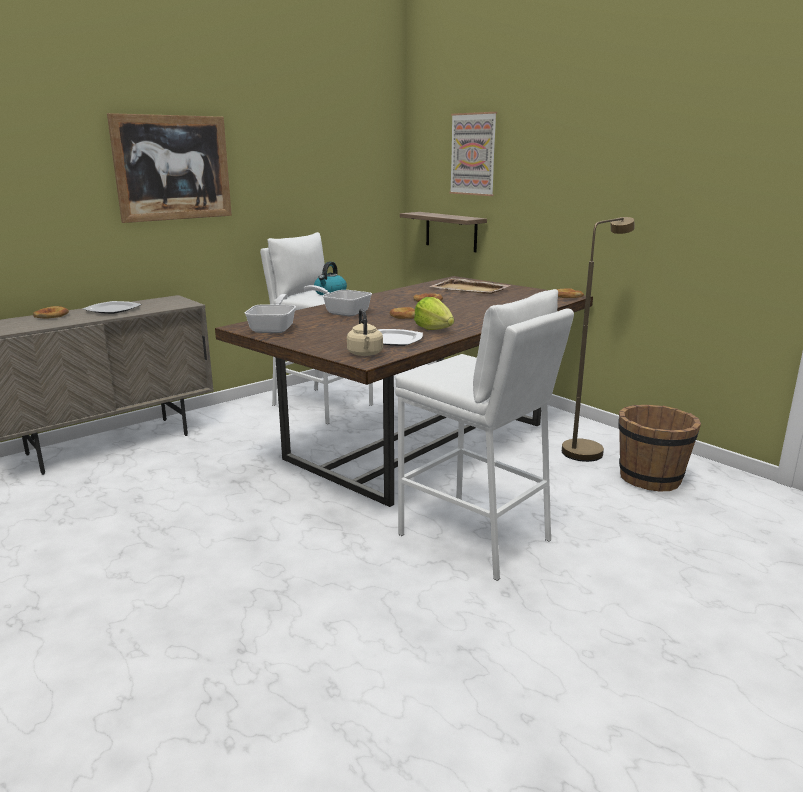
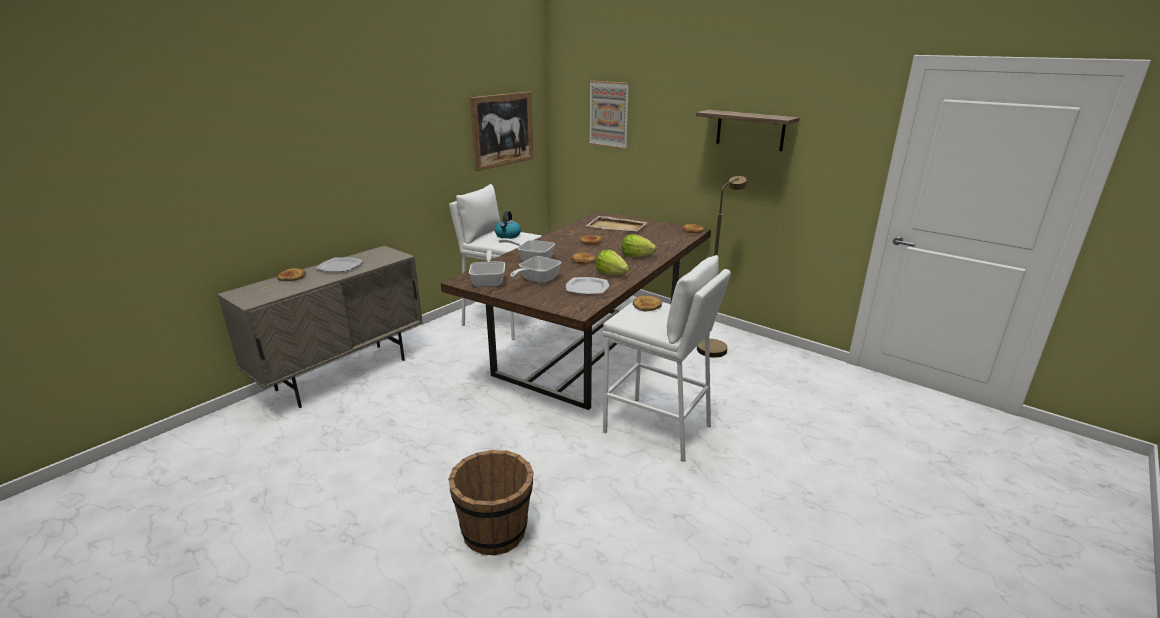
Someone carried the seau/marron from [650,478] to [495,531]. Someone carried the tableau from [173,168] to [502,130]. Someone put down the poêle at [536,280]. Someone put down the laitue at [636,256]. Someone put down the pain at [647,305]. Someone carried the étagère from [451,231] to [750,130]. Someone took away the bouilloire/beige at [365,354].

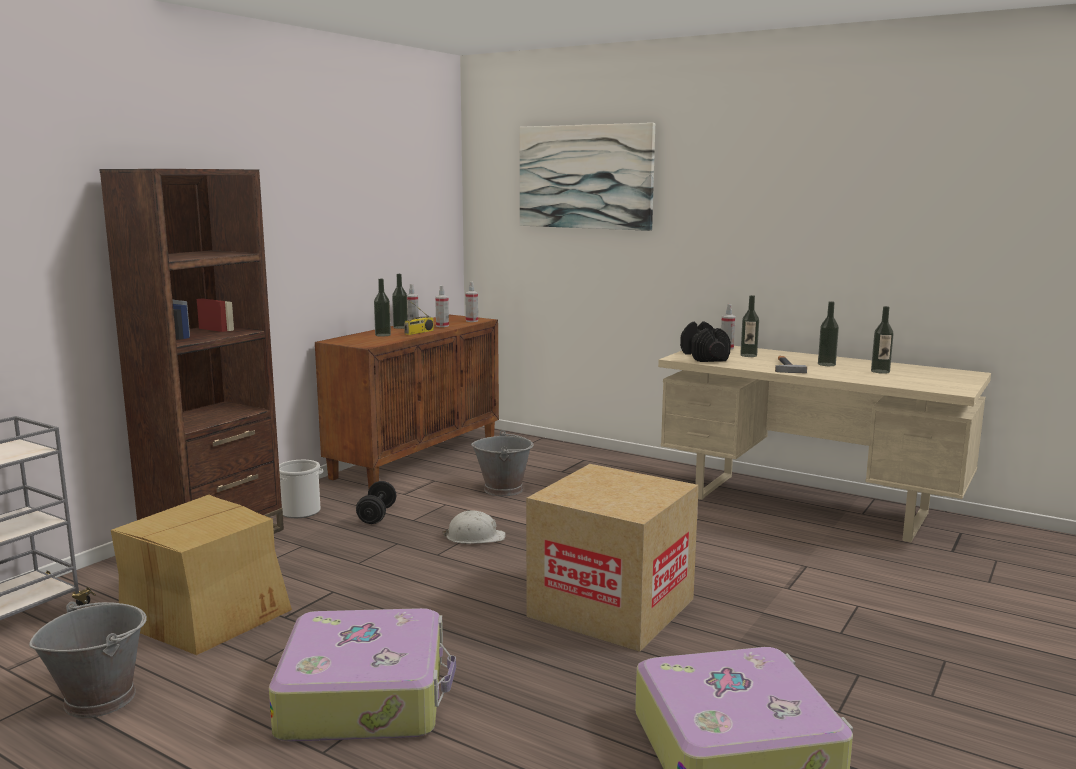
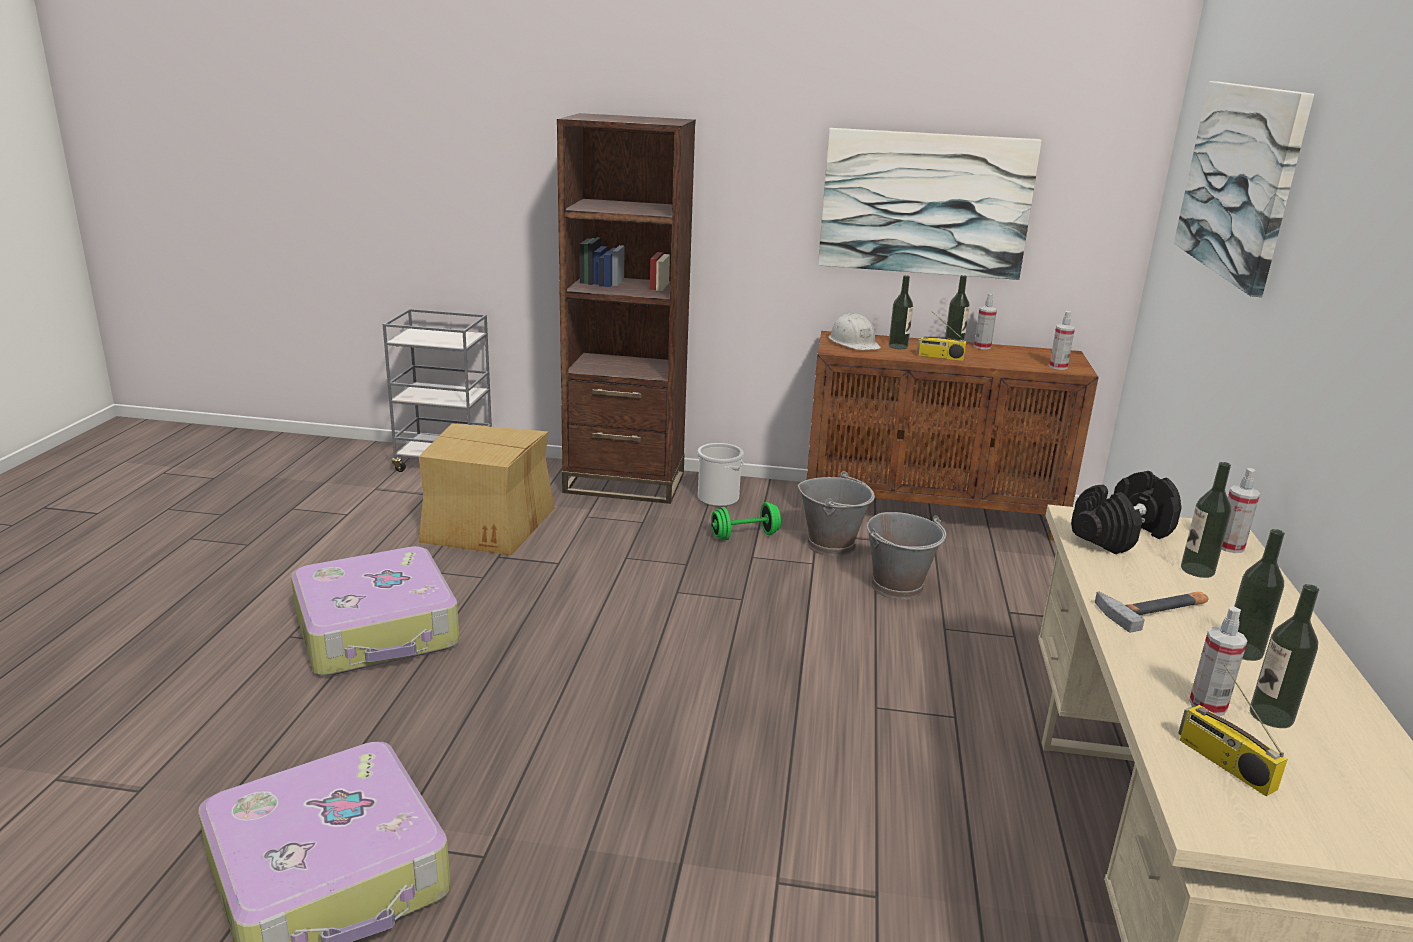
Someone repainted the haltère/noir at [377,515], which became the haltère/vert at [745,536]. Someone carried the seau/gris from [100,698] to [831,545]. Someone put up the tableau at [925,203]. Someone carried the casque de chantier/blanc from [475,537] to [854,343]. Someone put down the radio at [1223,763]. Someone carried the vaporisateur from [442,326] to [1207,705]. Someone took away the carton at [611,607].

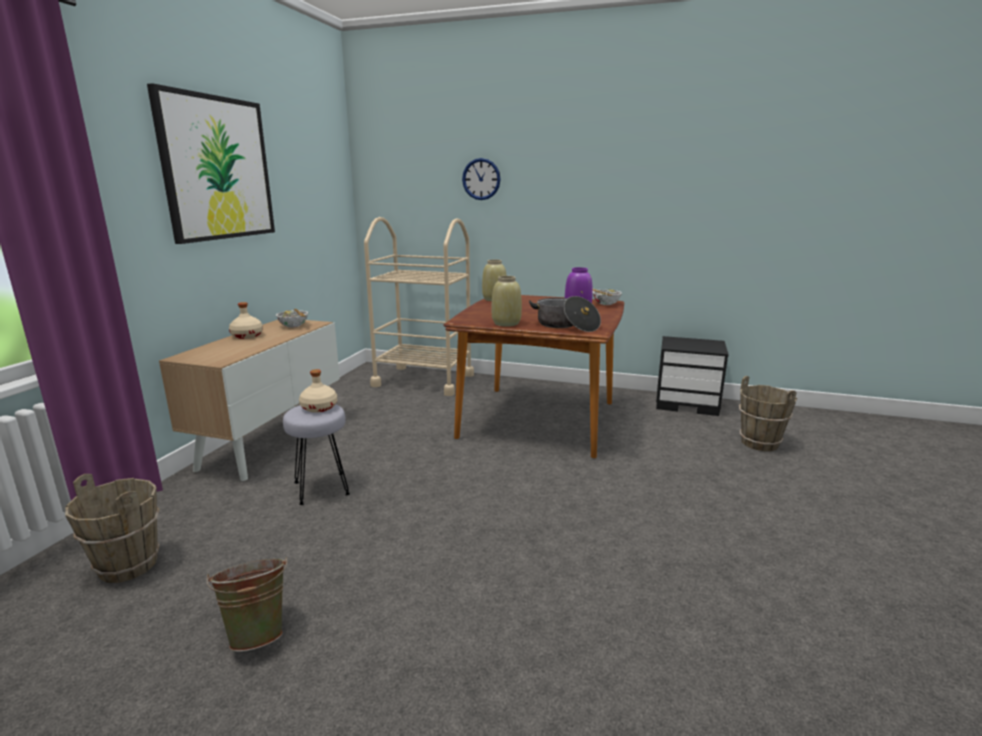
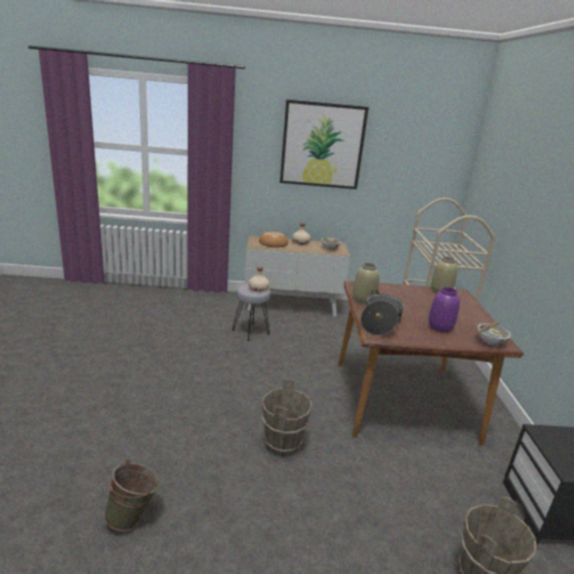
Someone carried the seau/vert from [258,633] to [134,517]. Someone put down the pain at [273,243]. Someone carried the seau/marron from [129,565] to [283,444]. Someone took away the horloge murale at [481,179].

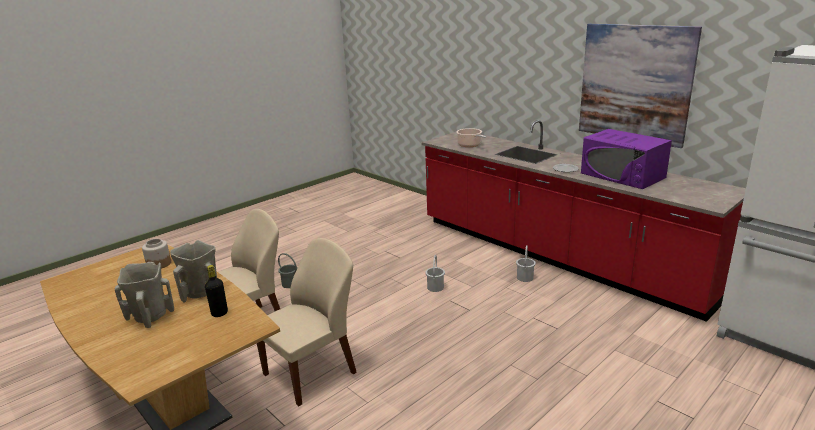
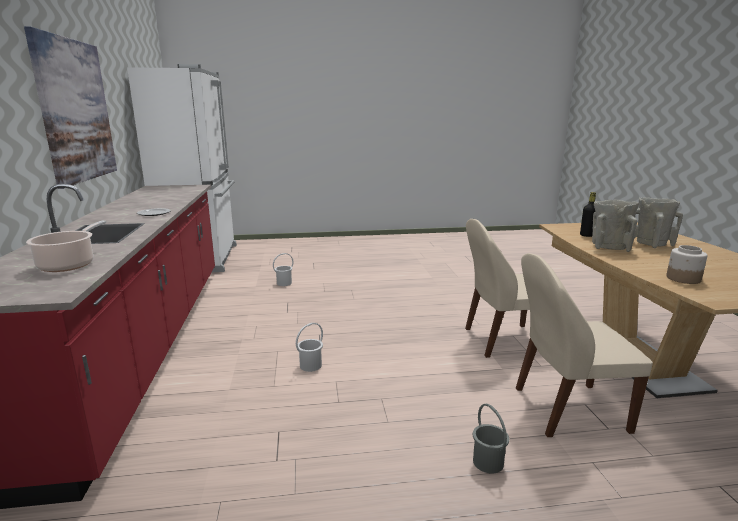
Someone carried the seau/blanc from [525,277] to [284,283]. Someone took away the micro-ondes/violet at [622,175].

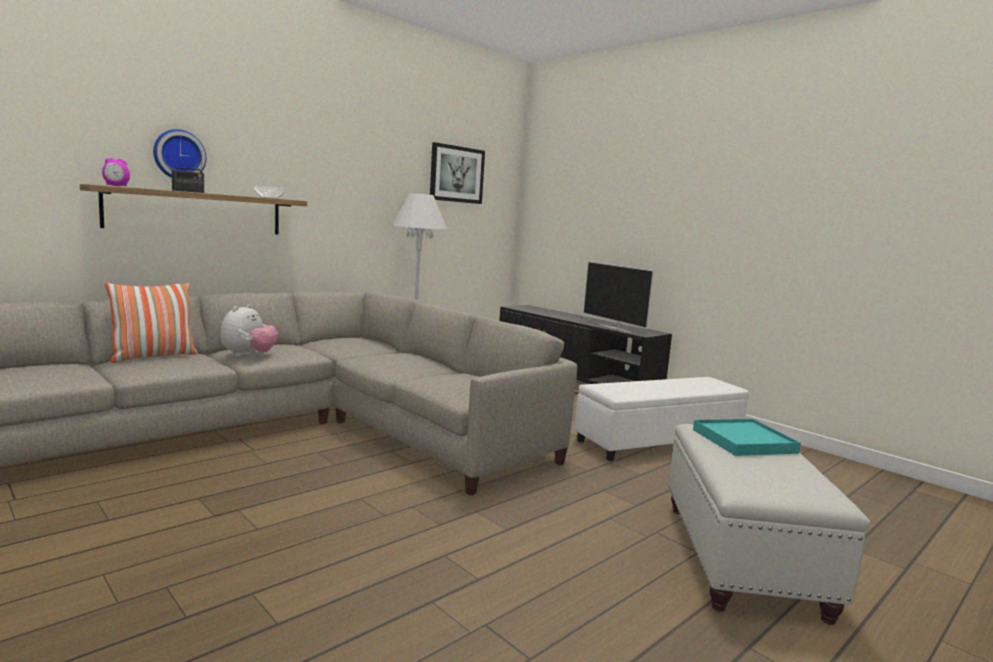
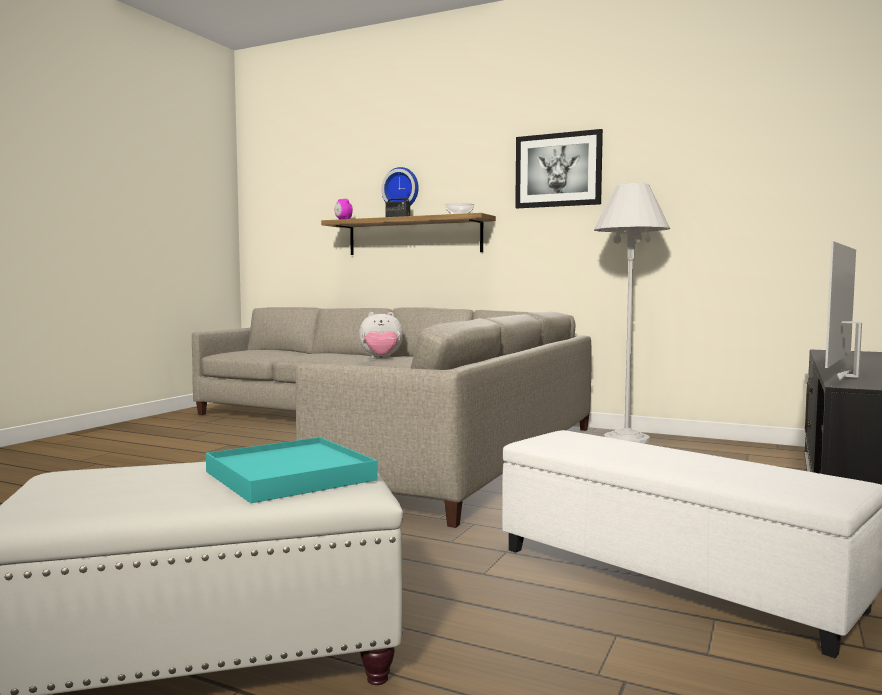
Someone carried the tableau from [456,174] to [558,170]. Someone took away the coussin at [153,357].

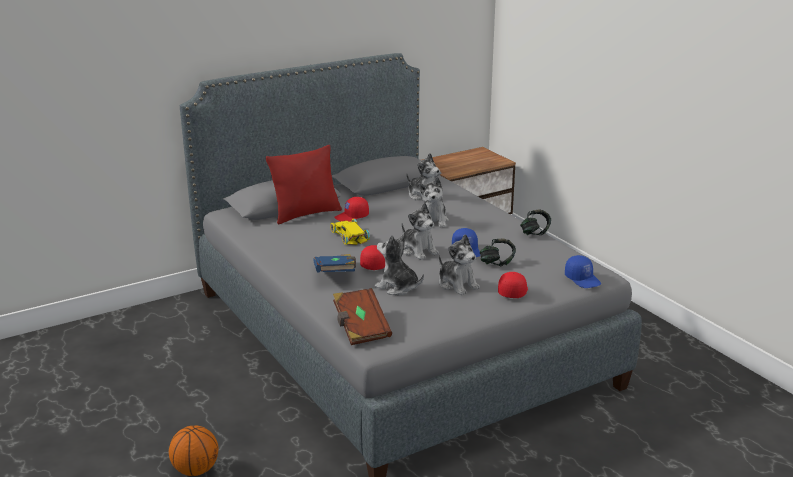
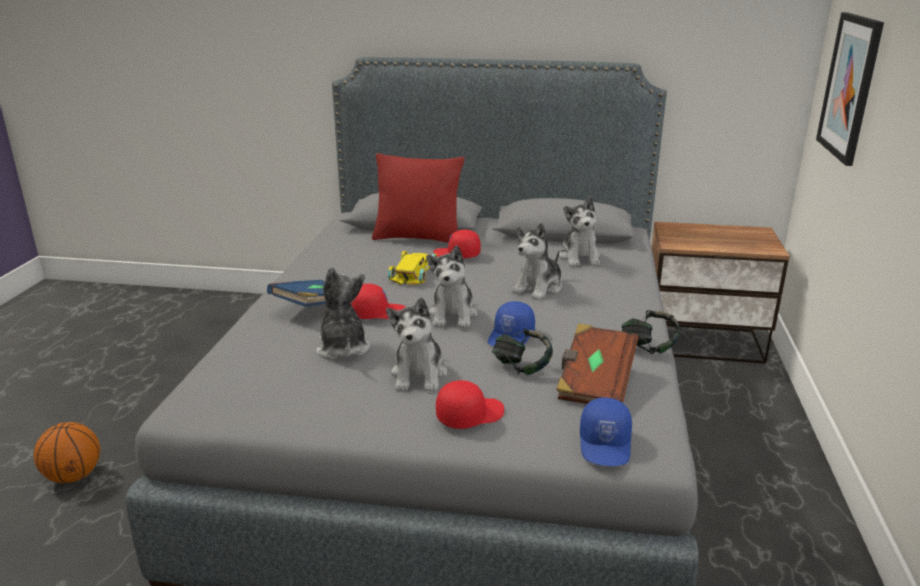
Someone carried the livre/marron from [360,328] to [594,383]. Someone put up the tableau at [850,87].

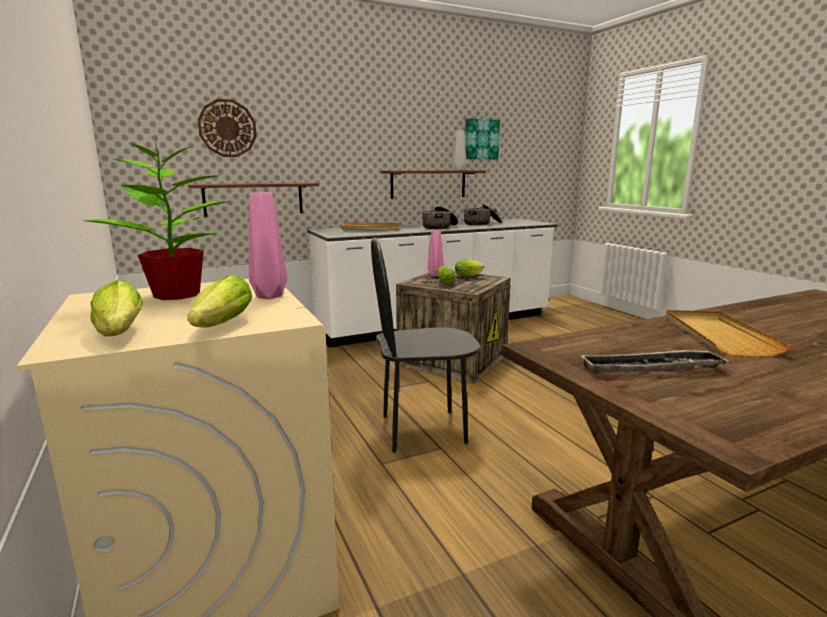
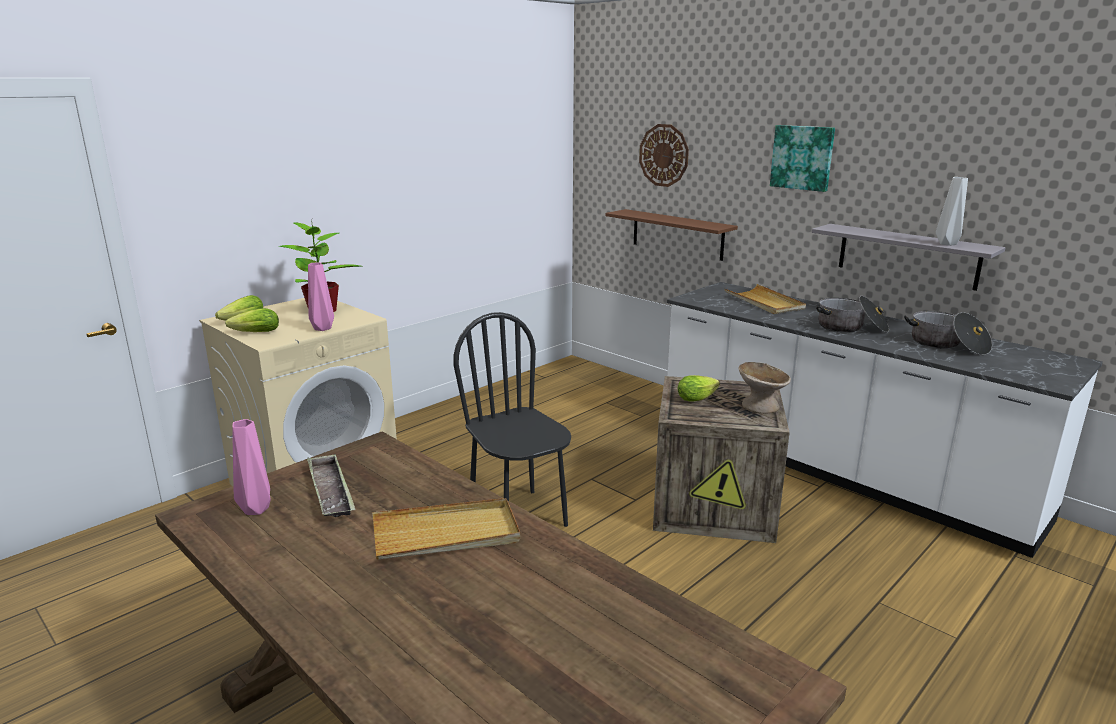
Someone carried the vase/rose from [434,275] to [255,509]. Someone swapped the laitue at [470,276] for the bol/beige at [760,406]. Someone carried the tableau from [481,139] to [802,157]. Someone repainted the étagère/marron at [428,184], which became the étagère/gris at [907,256].

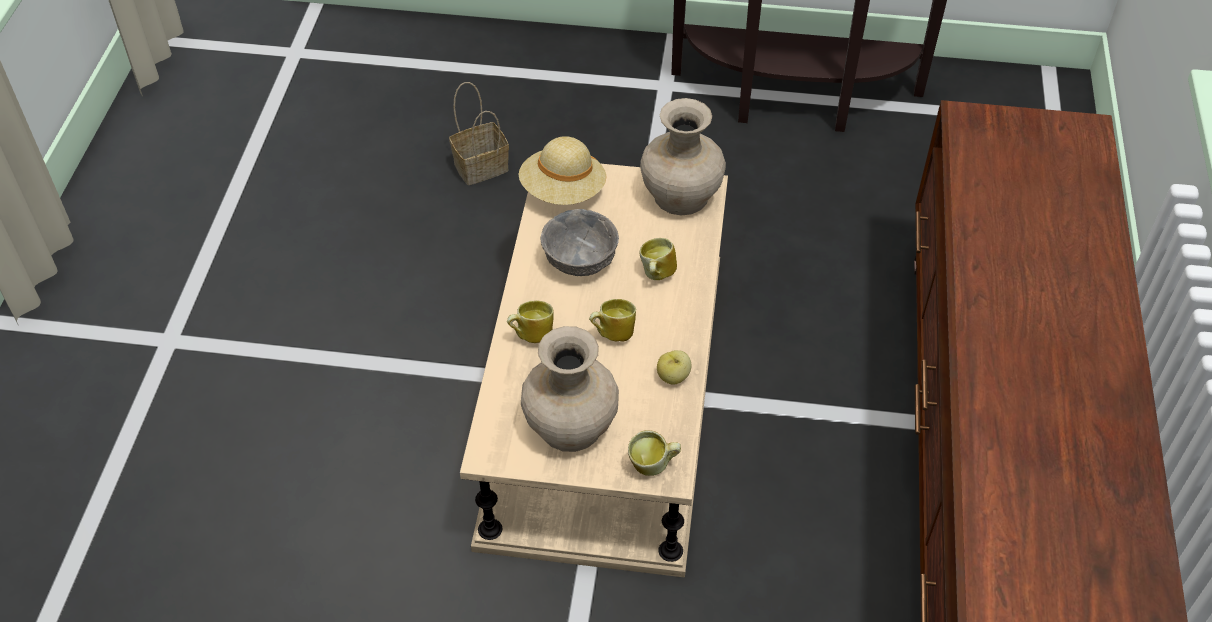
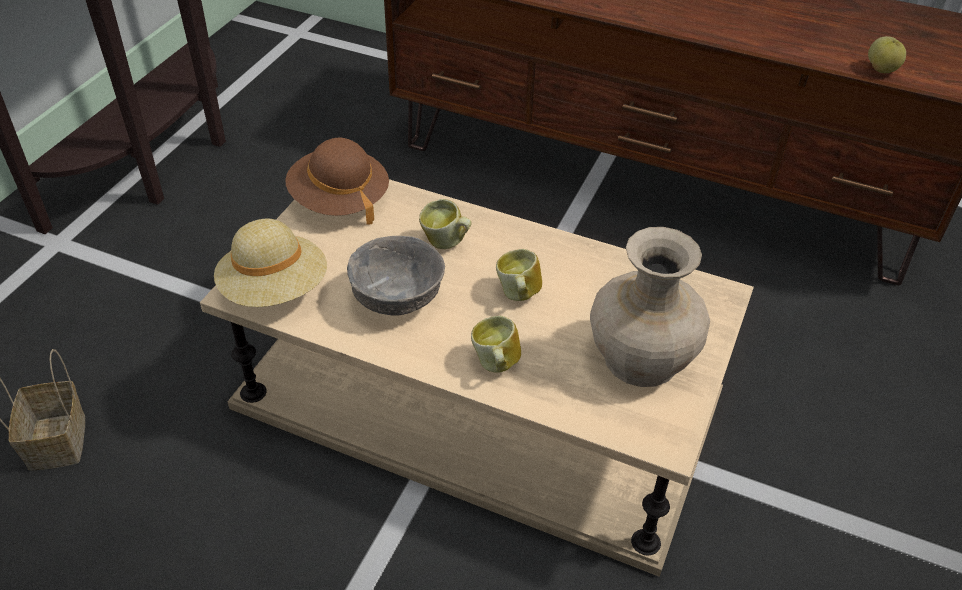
Someone swapped the vase/beige at [679,196] for the chapeau/marron at [339,200]. Someone carried the pomme from [673,377] to [881,69]. Someone took away the mug at [653,467].

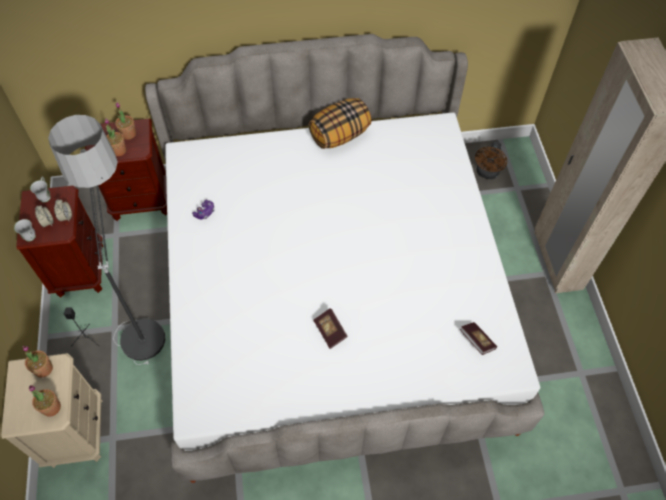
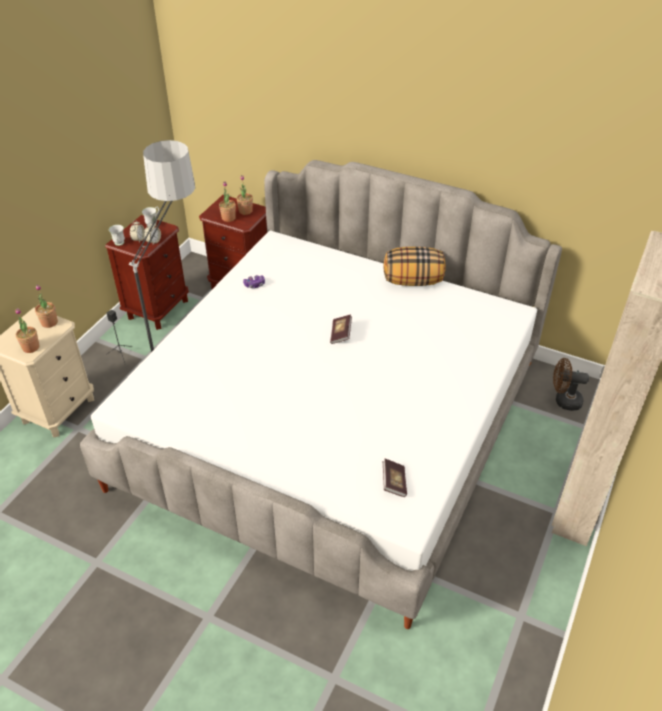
Someone carried the livre from [330,331] to [341,334]. Someone rotated the ventilateur/marron at [487,173] by 45 degrees clockwise.

